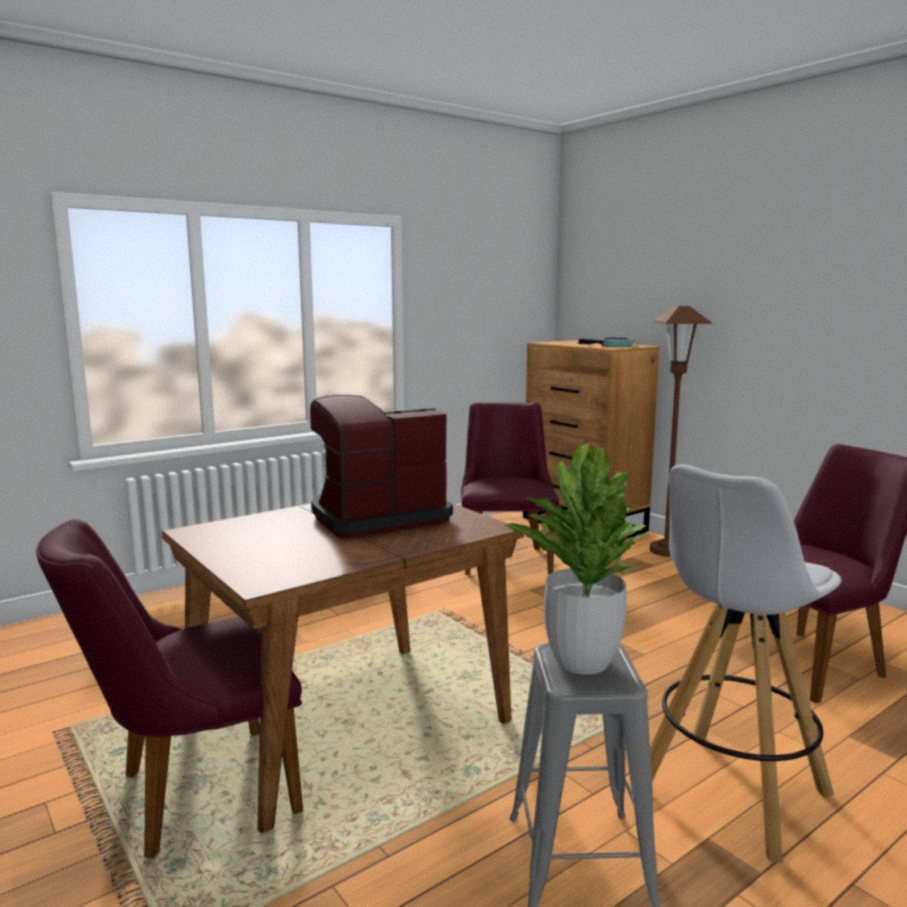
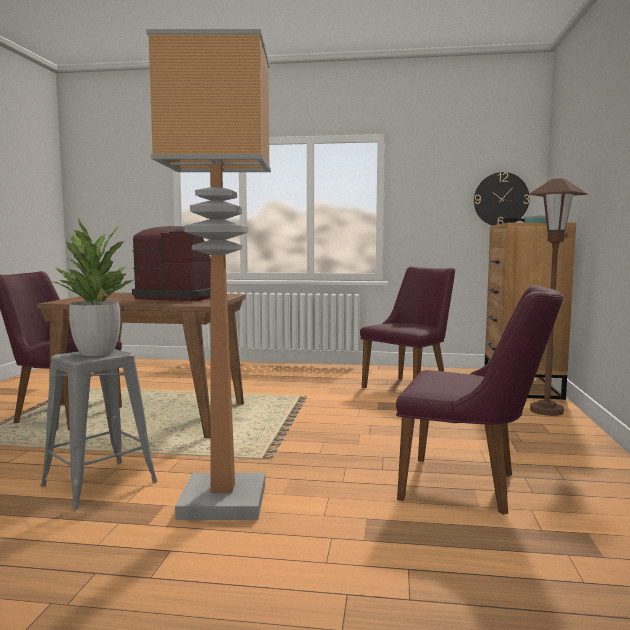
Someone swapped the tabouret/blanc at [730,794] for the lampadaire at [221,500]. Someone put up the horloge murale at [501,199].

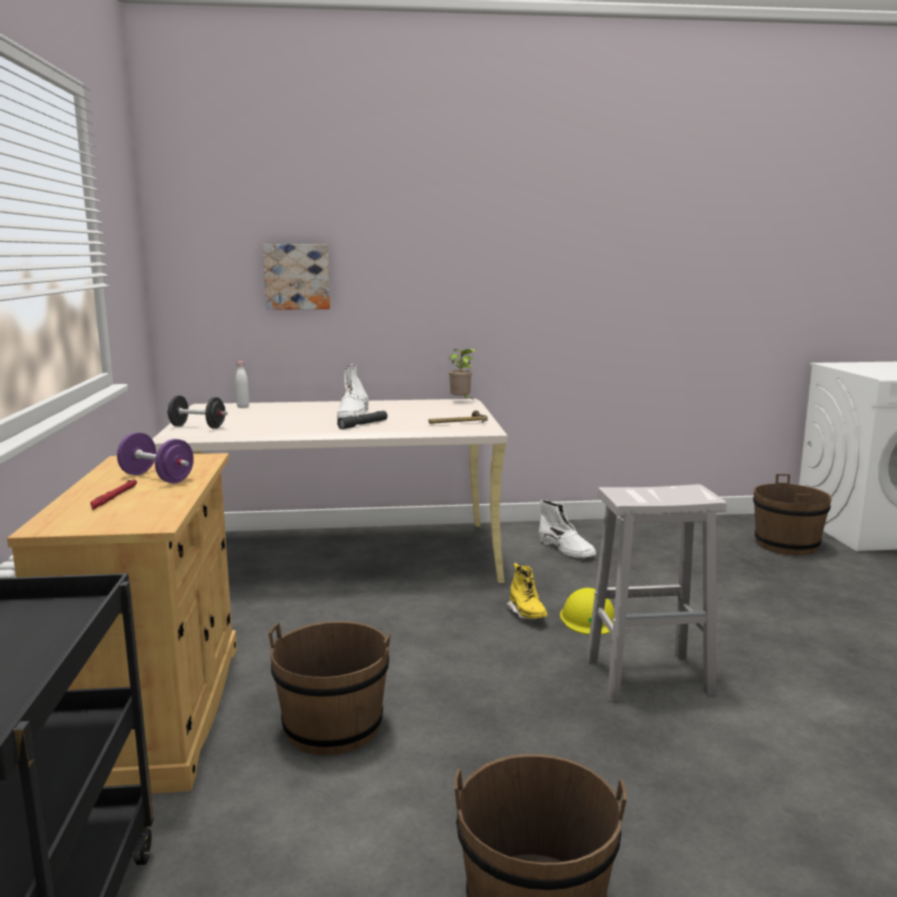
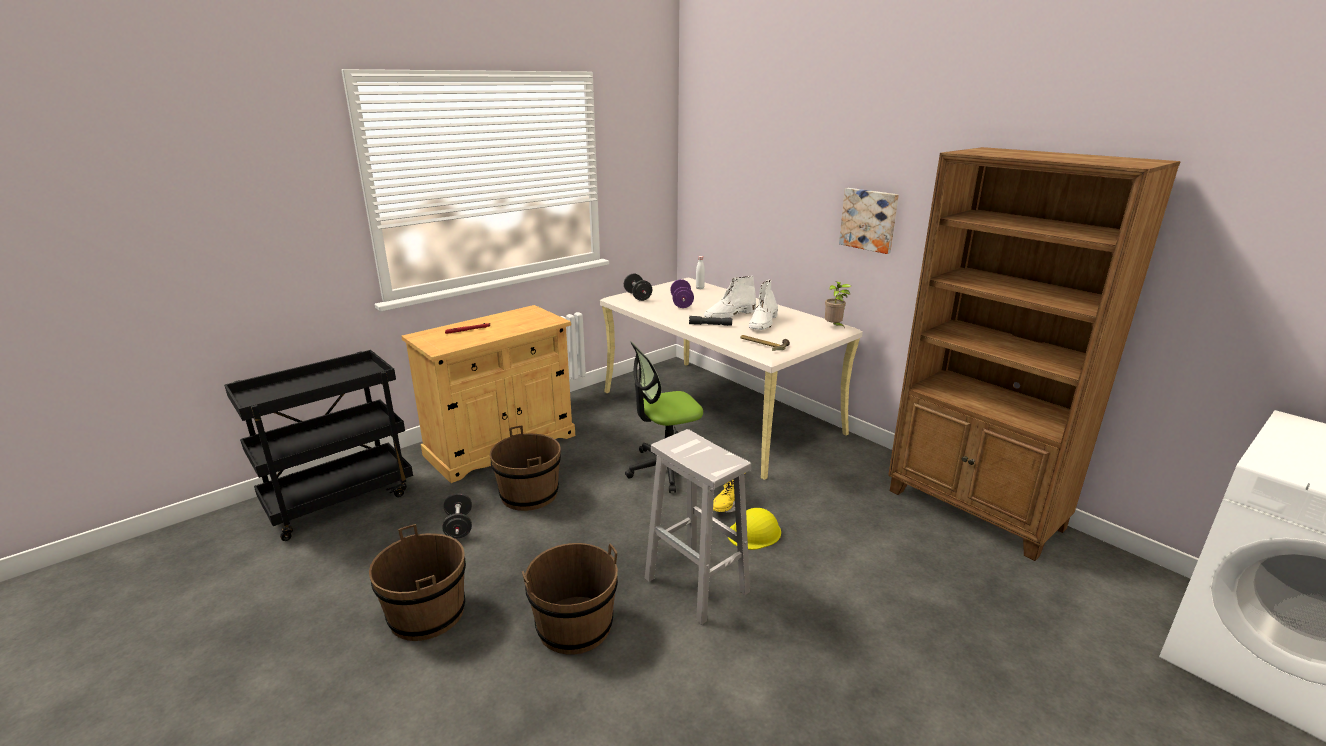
Someone put down the haltère/noir at [459,526]. Someone carried the seau/marron from [786,545] to [574,626]. Someone put down the chaise de bureau at [666,469]. Someone carried the haltère/violet from [157,478] to [681,303]. Someone carried the botte/blanc from [566,549] to [763,323]. Someone carried the tableau from [297,276] to [869,219]. Someone put down the bibliothèque/marron at [974,510].

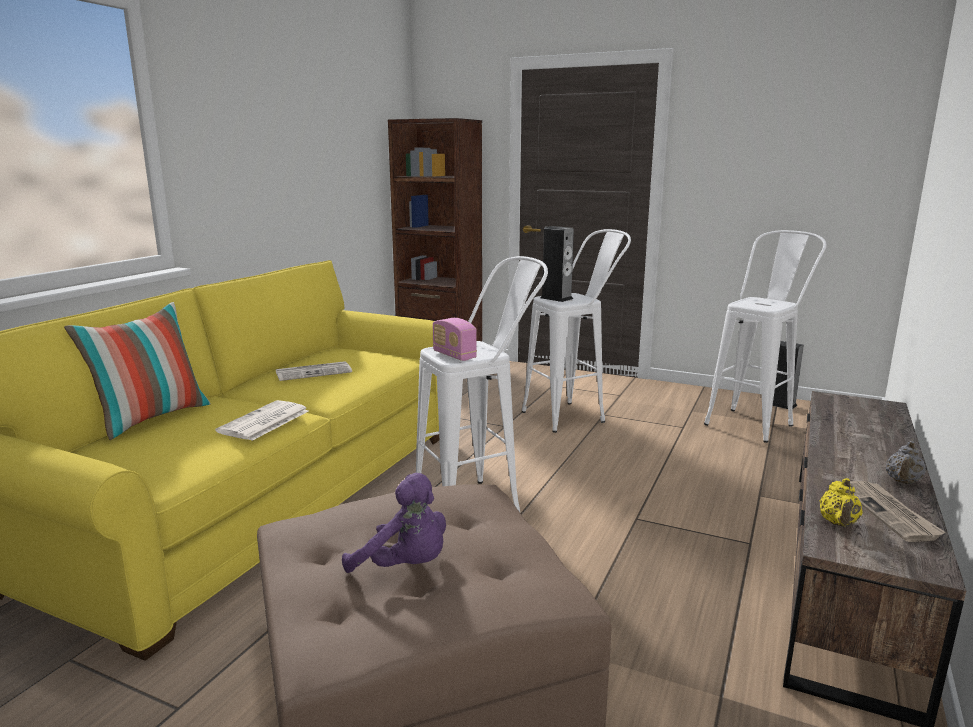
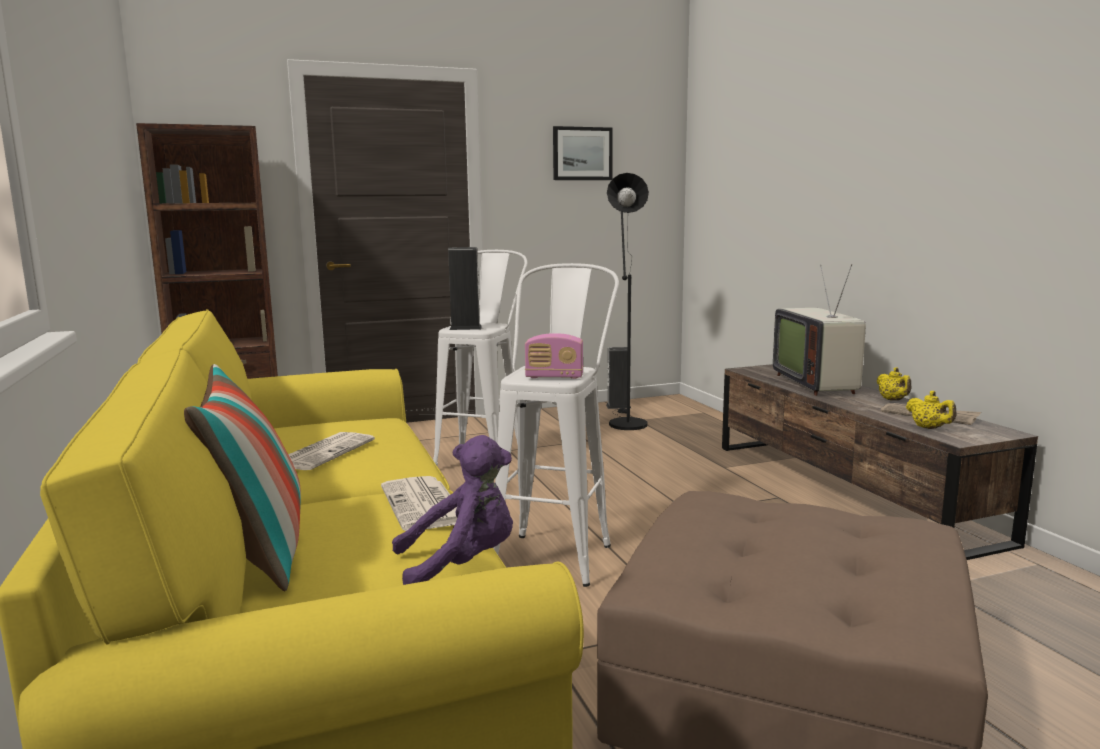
Someone carried the peluche/violet from [405,566] to [462,565]. Someone put up the tableau at [582,153]. Someone swapped the tabouret/blanc at [754,422] for the lampadaire/noir at [625,422]. Someone put down the téléviseur at [818,383]. Someone repainted the théière/gris at [902,482], which became the théière/jaune at [893,400].

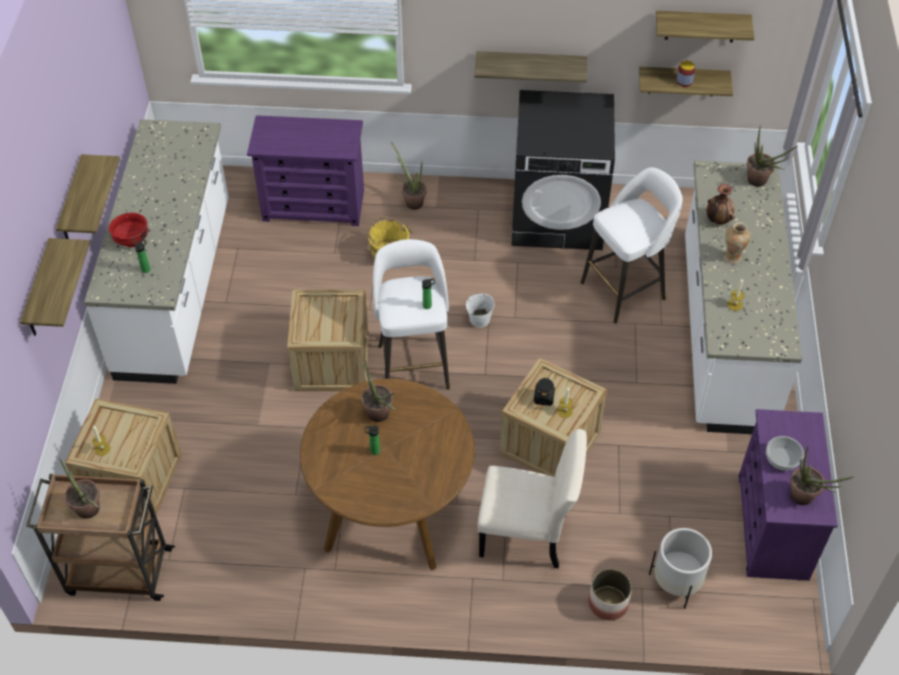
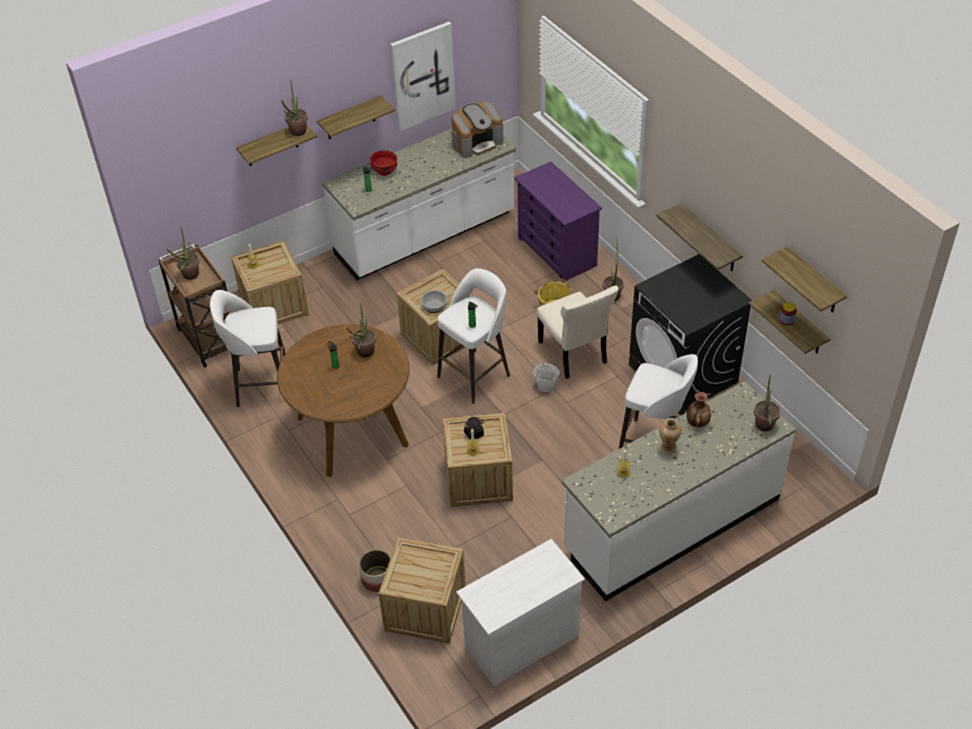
Someone put down the tabouret/blanc at [260,385]. Someone carried the plante en pot from [806,499] to [297,133]. Someone swapped the cache-pot/blanc at [676,583] for the caisse at [425,608]. Someone put up the tableau at [422,75]. Someone carried the bol from [782,459] to [434,306]. Someone put down the machine à café at [477,142]. Someone repainted the commode/violet at [772,527], which became the commode/blanc at [521,641]. Someone carried the chaise/beige from [527,536] to [573,354].

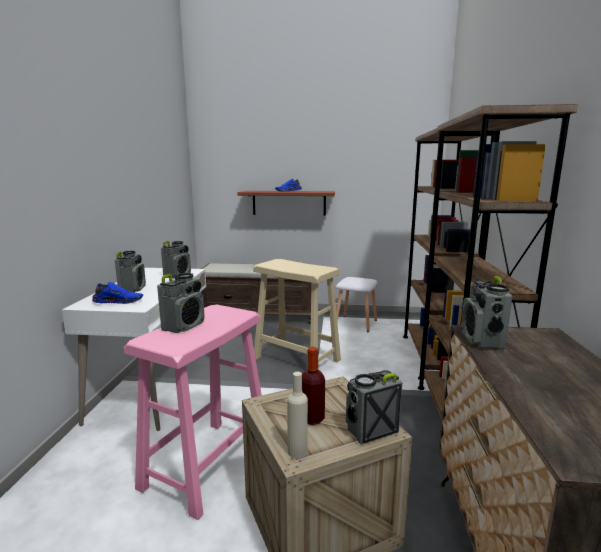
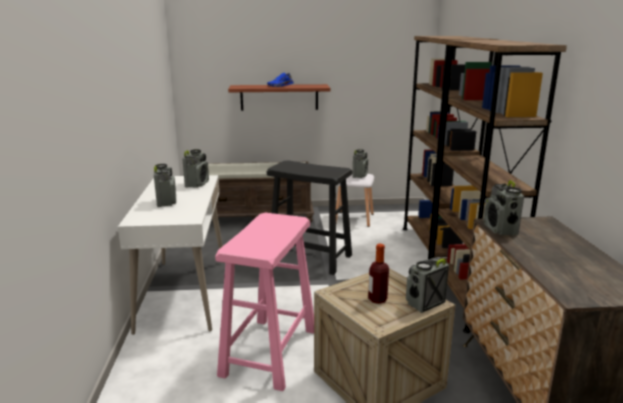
Someone repainted the tabouret/beige at [297,359], which became the tabouret/noir at [310,258]. Someone carried the radio from [184,326] to [360,175]. Someone took away the chaussure/bleu at [119,301]. Someone took away the bouteille/beige at [297,451].

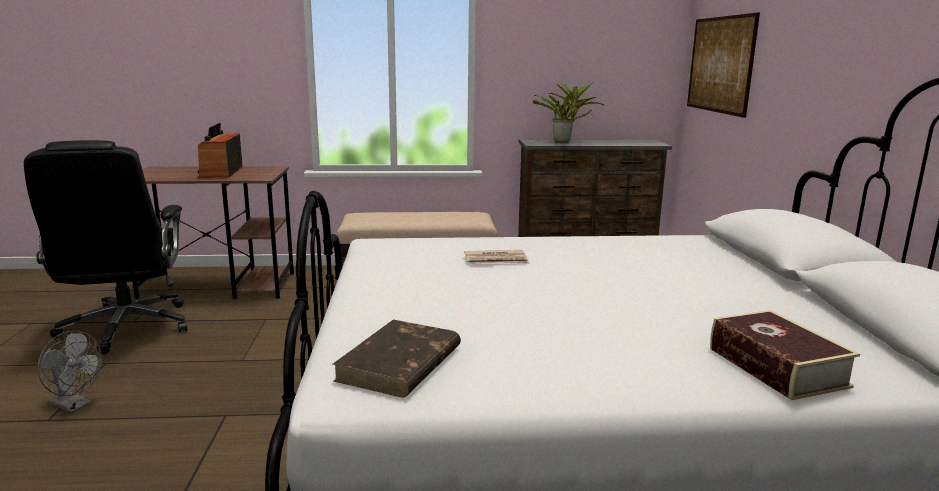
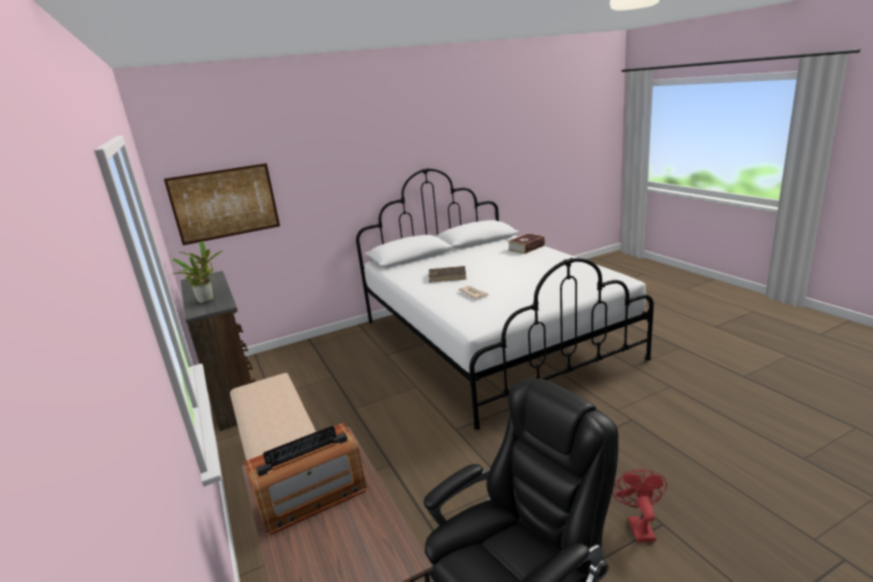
Someone carried the livre/marron from [399,364] to [448,276]. Someone repainted the ventilateur/gris at [75,406], which became the ventilateur/rouge at [638,525].

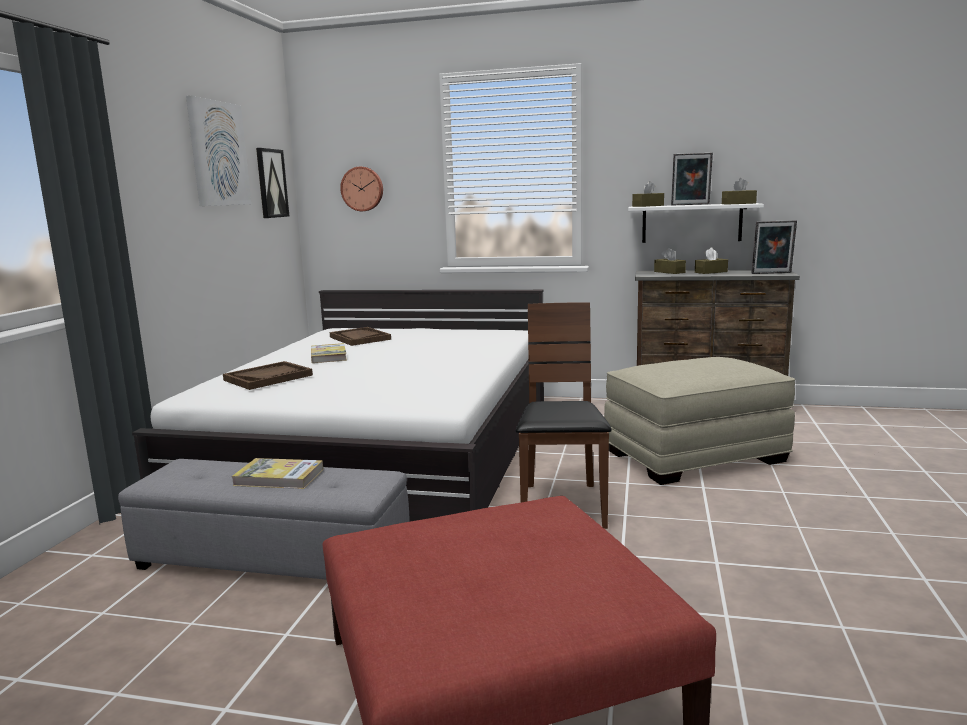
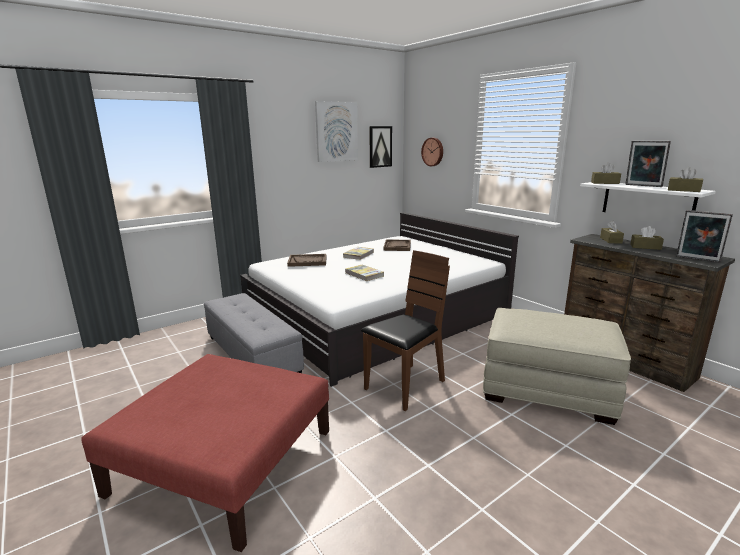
Someone carried the livre from [279,477] to [364,274].

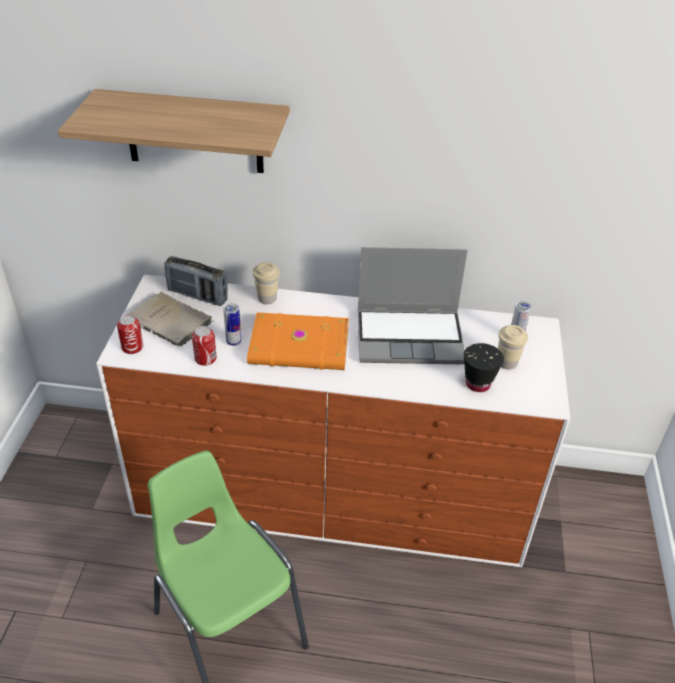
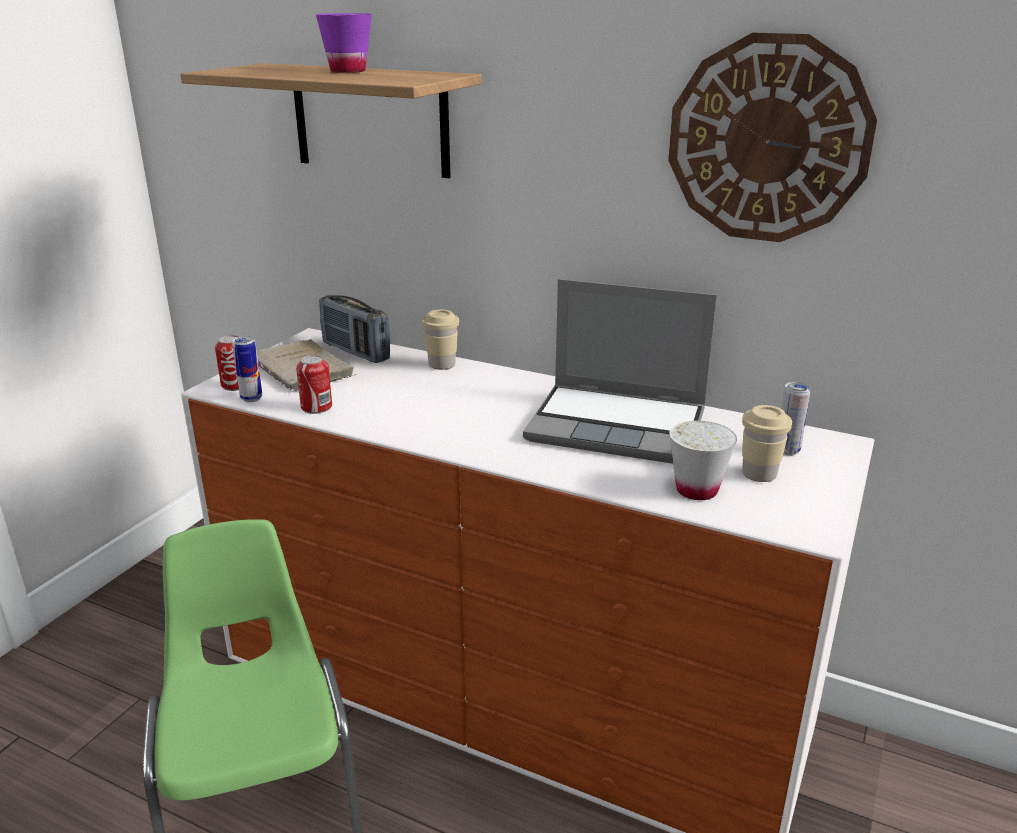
Someone carried the boîte métallique from [233,342] to [251,398]. Someone put down the tasse/violet at [348,71]. Someone put up the horloge murale at [768,140]. Someone repainted the tasse/noir at [478,384], which became the tasse/blanc at [696,490]. Someone took away the livre/orange at [299,347].

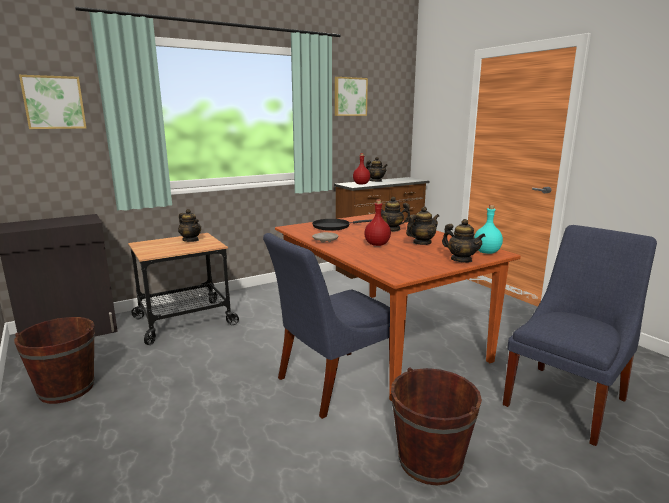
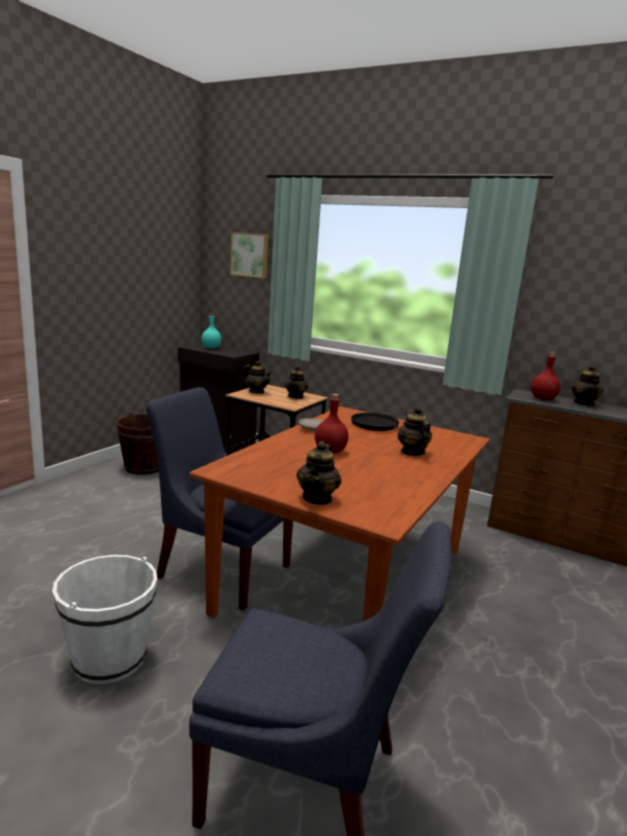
Someone repainted the seau/marron at [430,461], which became the seau/blanc at [109,658]. Someone carried the bouteille/turquoise from [487,252] to [211,348]. Someone carried the théière from [421,243] to [256,392]. Someone took away the tableau at [350,97].

